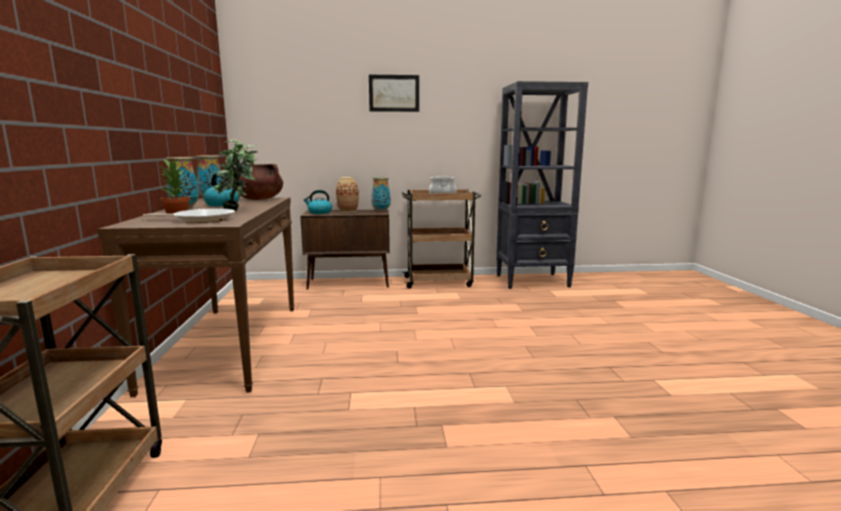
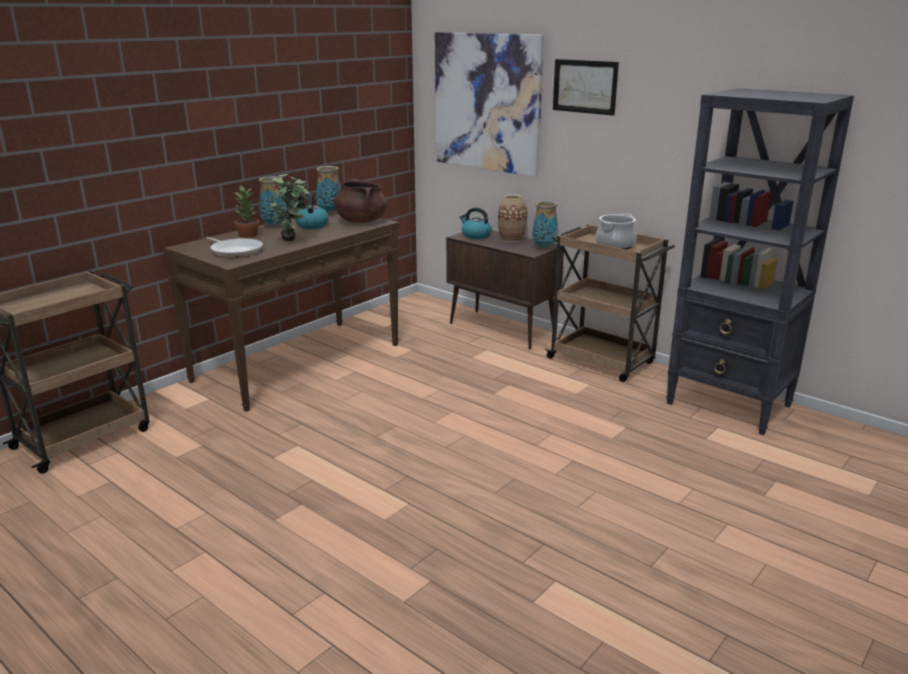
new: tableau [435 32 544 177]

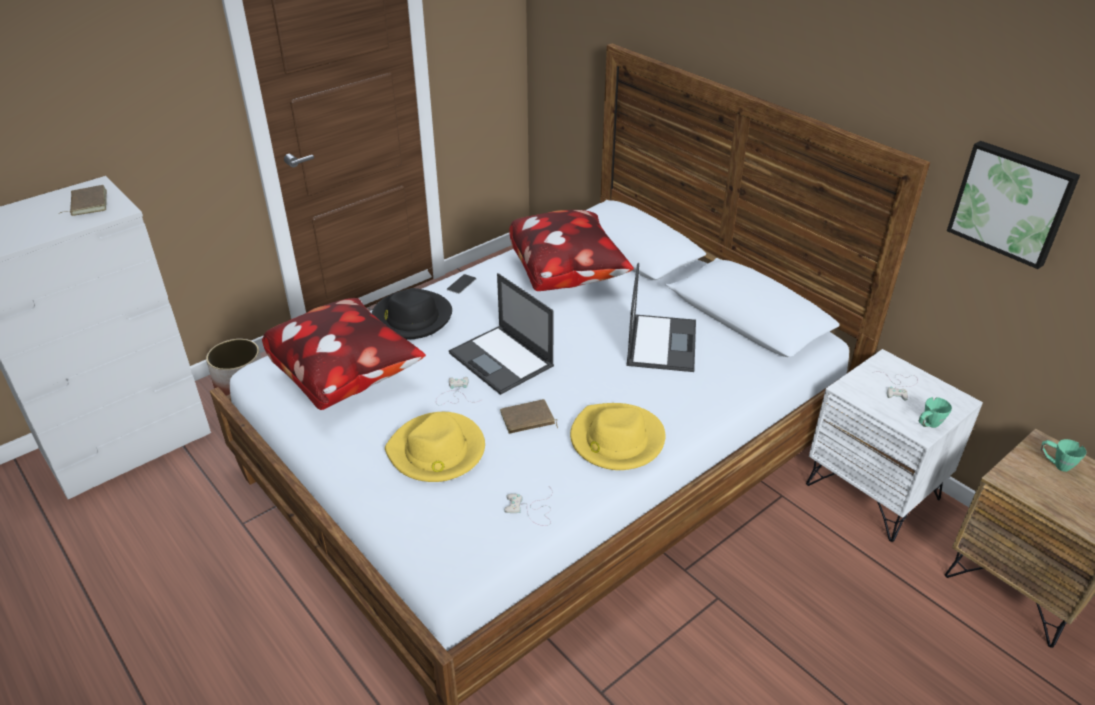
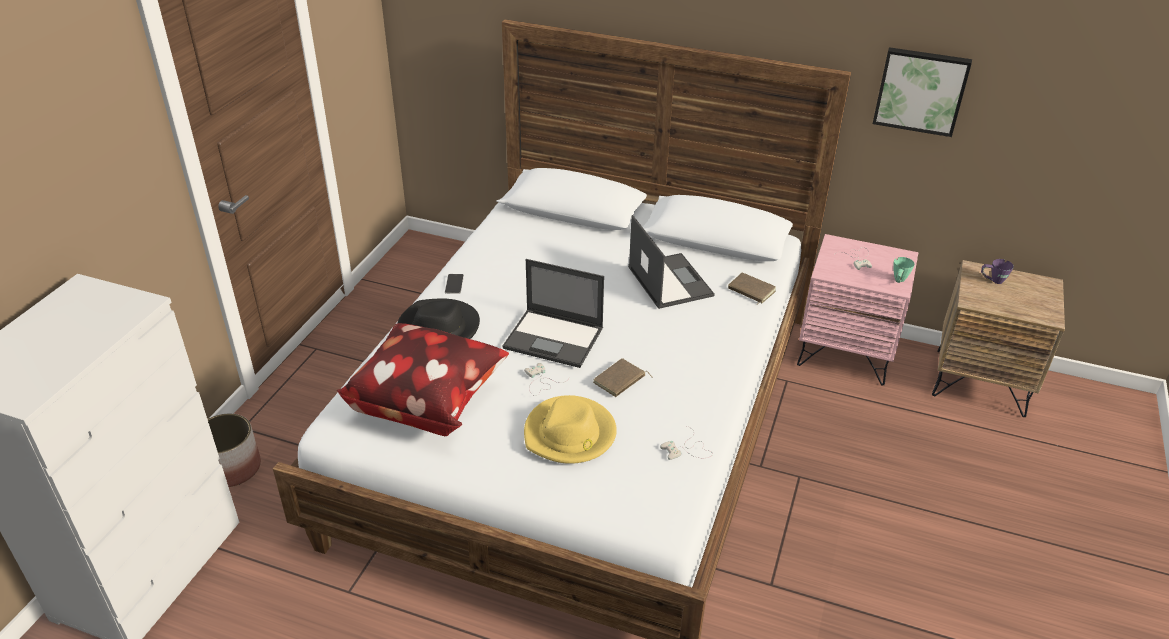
gone: coussin [509 210 634 291]; chapeau/jaune [570 403 666 470]
shifted: livre/marron [60 185 107 216] to [728 273 776 305]
repainted: table de chevet/blanc [806 349 983 542] to table de chevet/rose [797 234 918 385]; mug/vert [1041 439 1087 472] to mug/violet [981 259 1014 284]

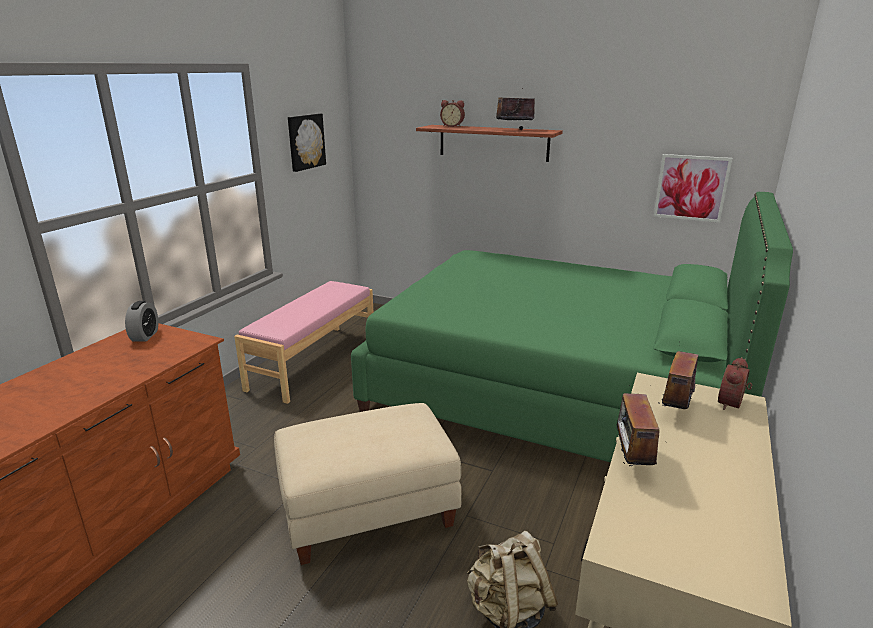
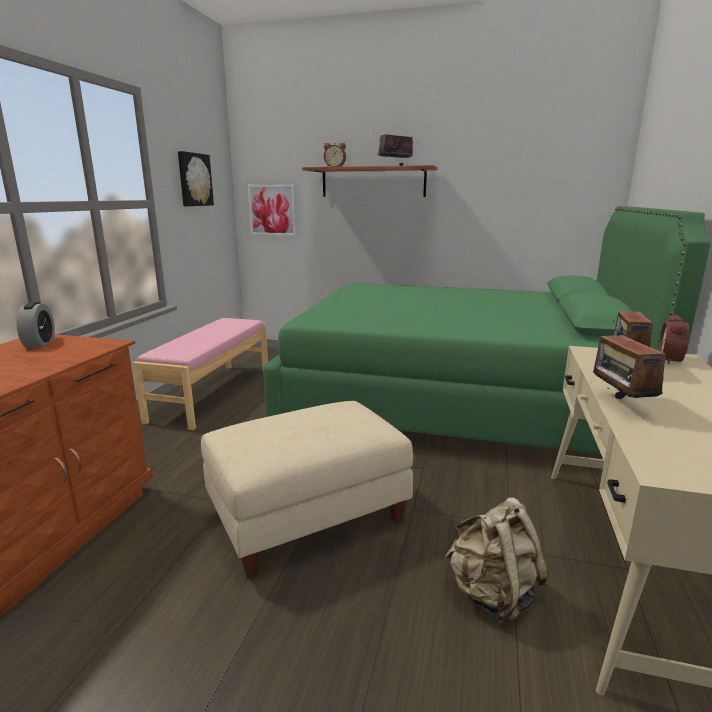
shifted: tableau [654 154 732 223] to [248 185 296 236]

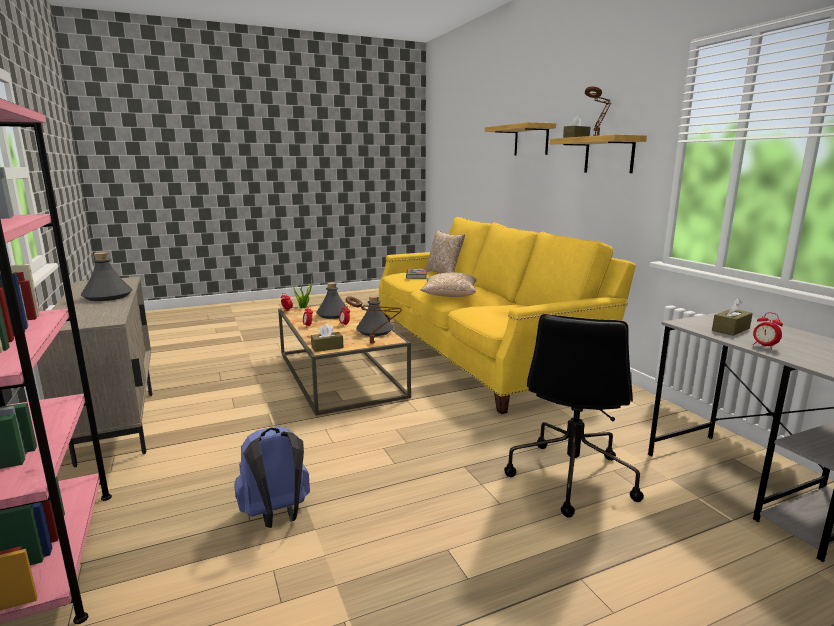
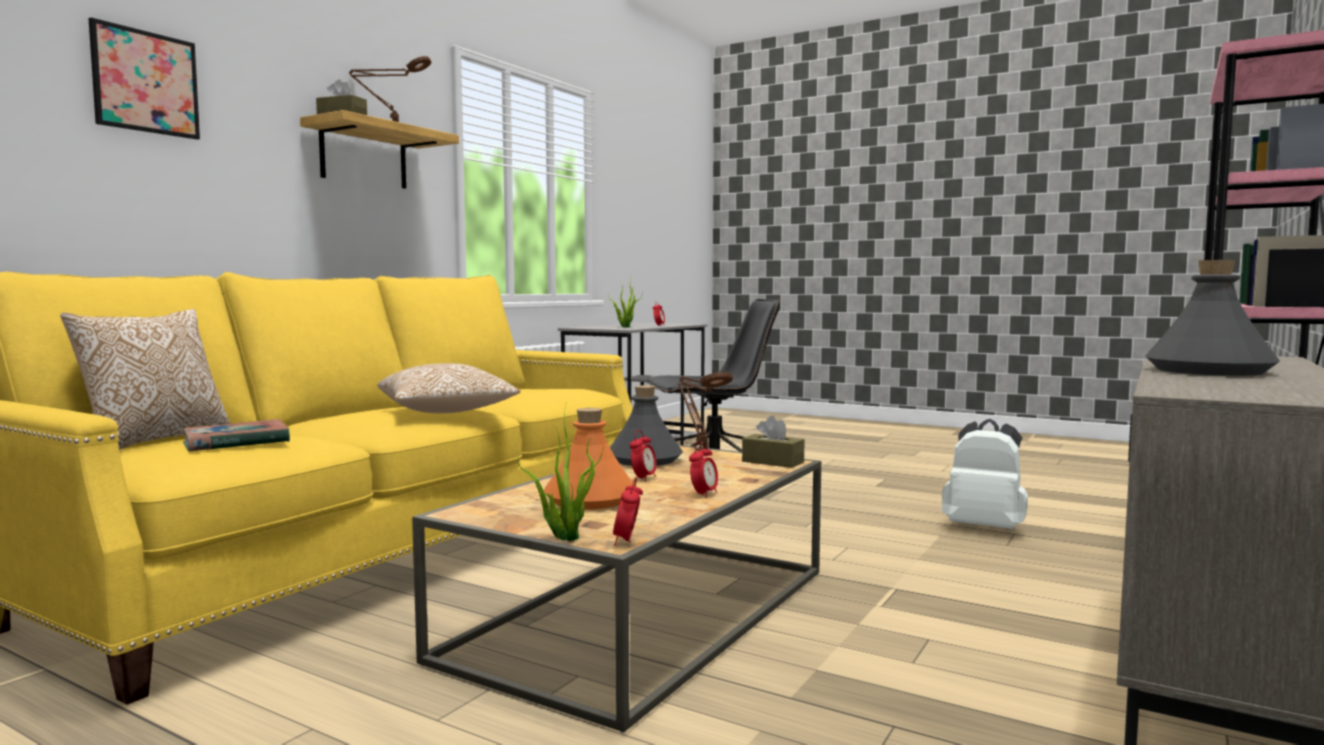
swapped: étagère [485 122 556 156] to tableau [89 18 200 140]; boîte à mouchoirs/marron [712 298 753 336] to plante en pot [608 279 643 328]
repainted: sac à dos/bleu [234 426 310 528] to sac à dos/blanc [942 419 1028 529]; bouteille/gris [316 282 347 319] to bouteille/orange [544 408 636 509]

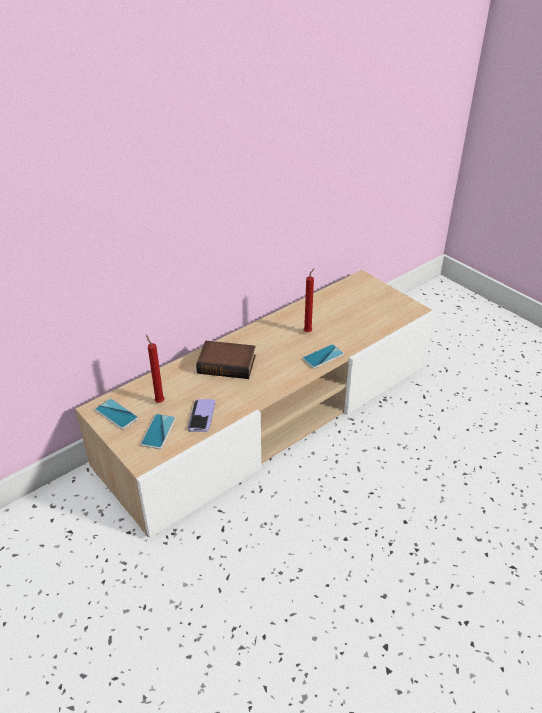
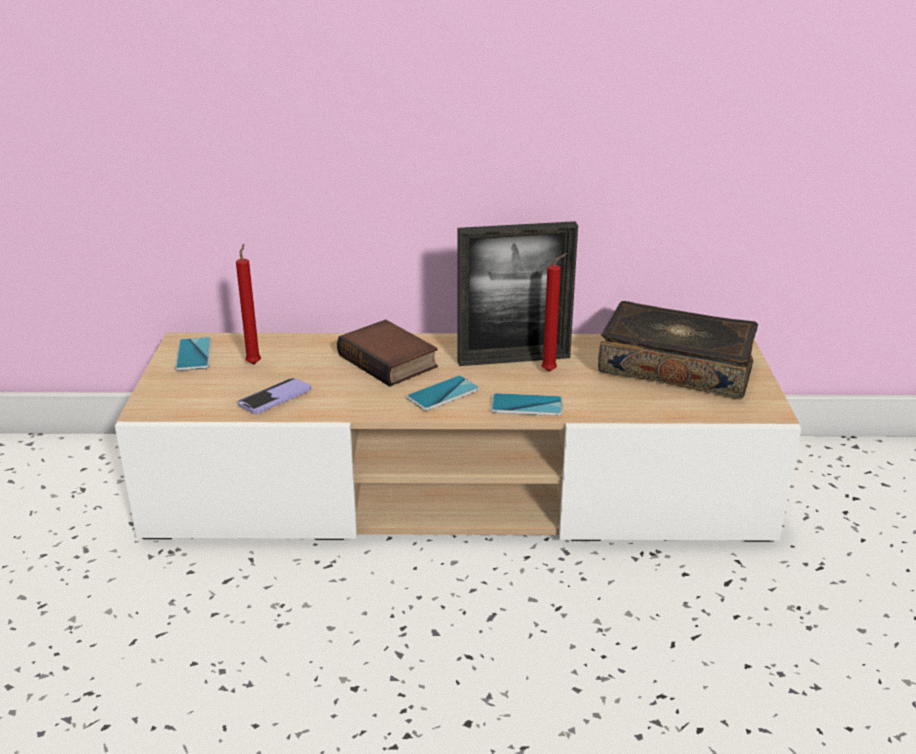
new: cadre photo [457 221 578 366]; livre [598 301 758 399]
shifted: téléphone [140 414 176 449] to [406 375 480 411]

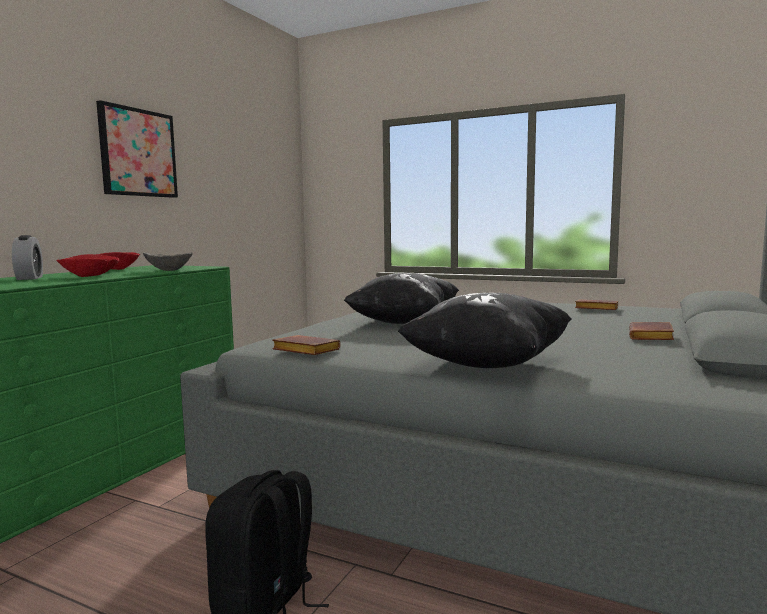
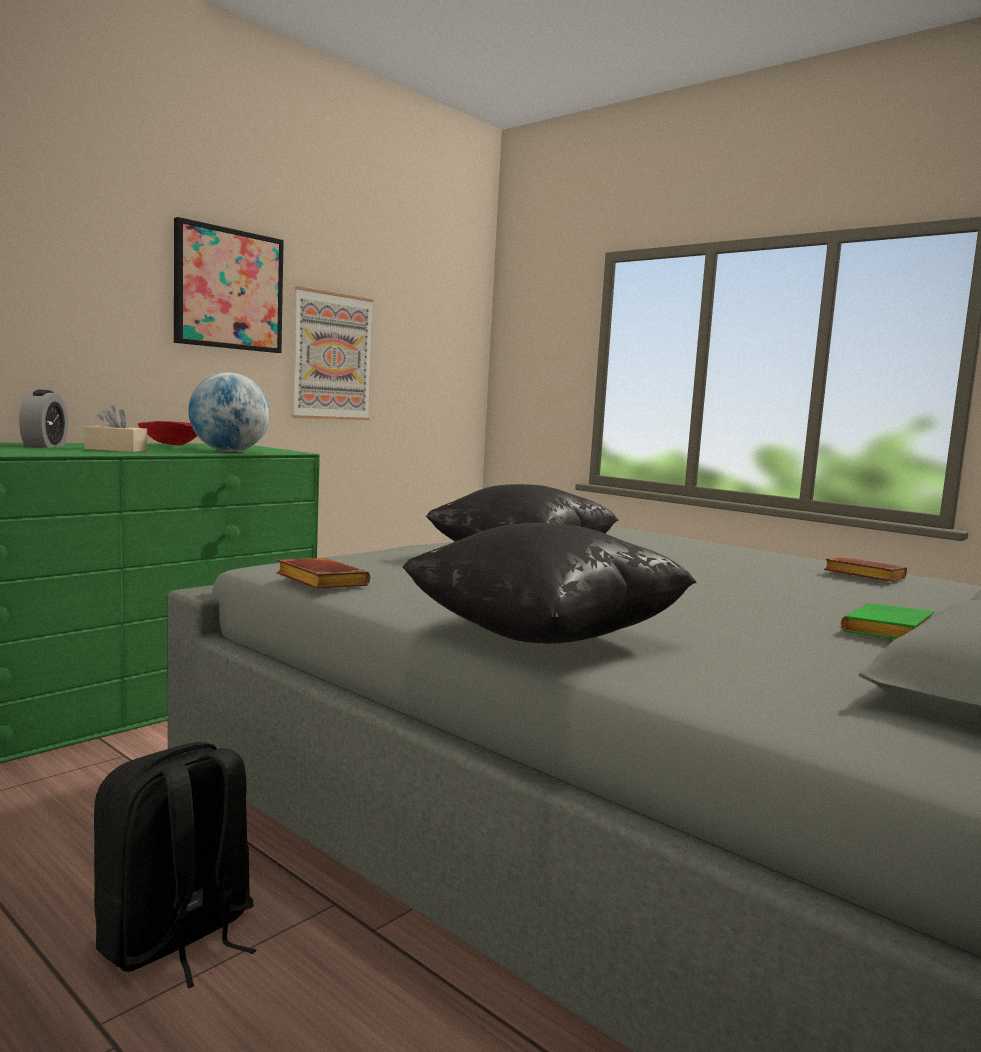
new: tableau [293 286 374 420]
swapped: bol/rouge [56 254 119 277] to boîte à mouchoirs/beige [84 405 147 452]; bol/gris [143 252 193 271] to globe [188 373 270 452]
repainted: livre/marron [629 322 674 340] to livre/vert [841 603 935 639]

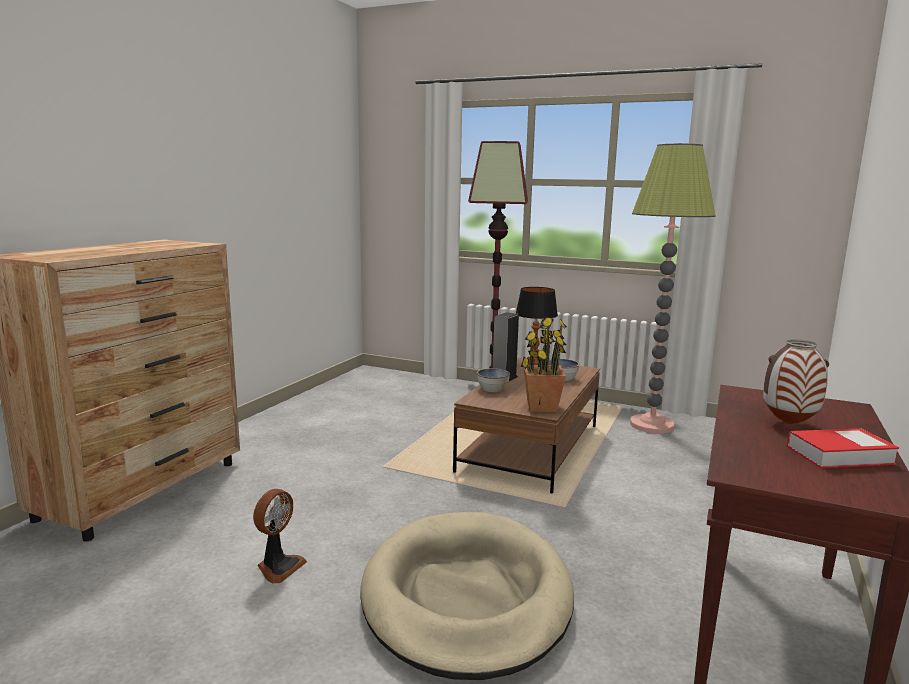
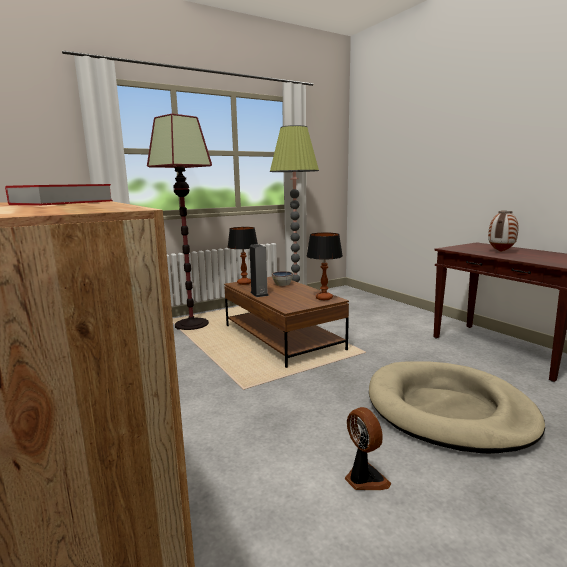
gone: bol [477 368 510 392]
shifted: livre [787 428 899 468] to [5 184 113 205]
swapped: plante en pot [521 317 567 412] to lampe de table [306 233 343 300]

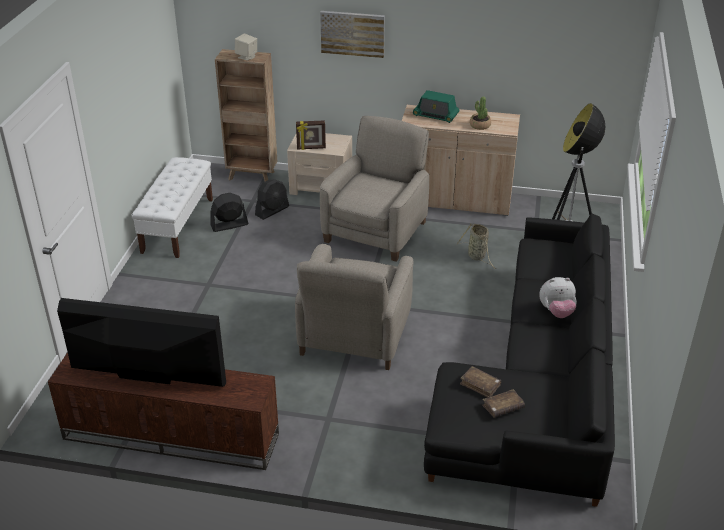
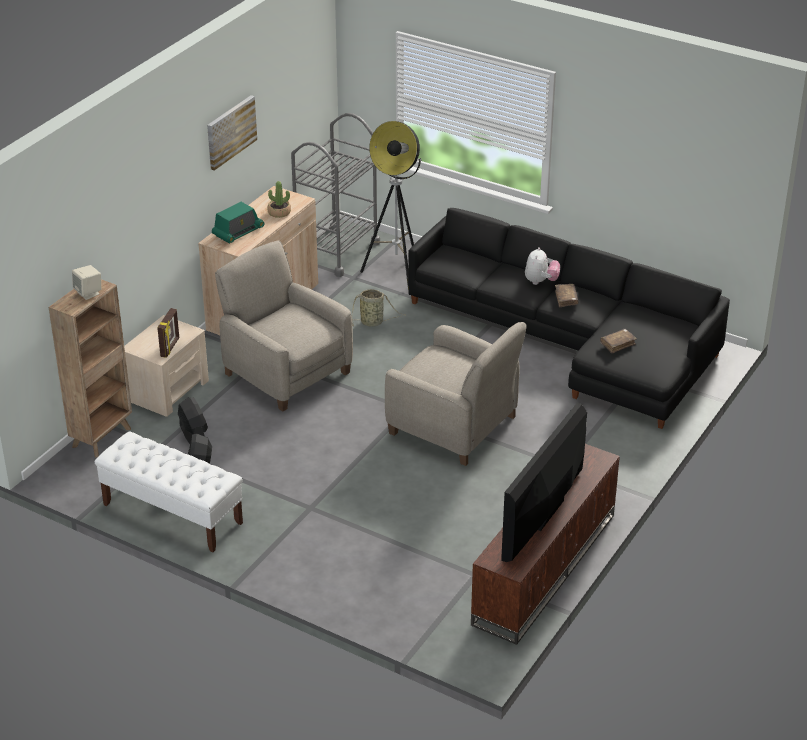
new: chariot/gris [291 113 380 277]
shifted: tableau [320 11 385 58] to [207 95 257 171]; livre/marron [482 389 525 418] to [555 284 579 307]

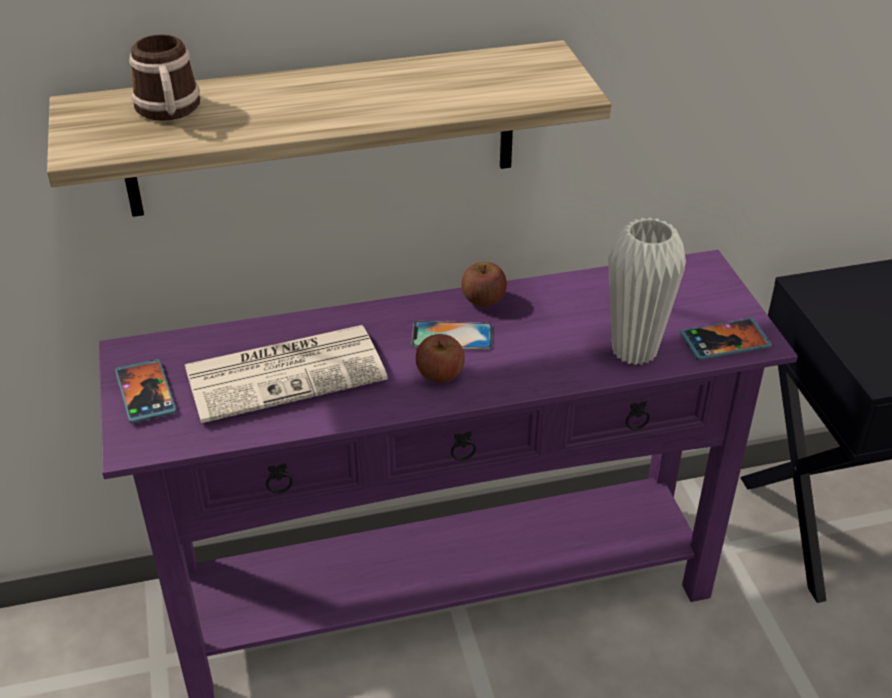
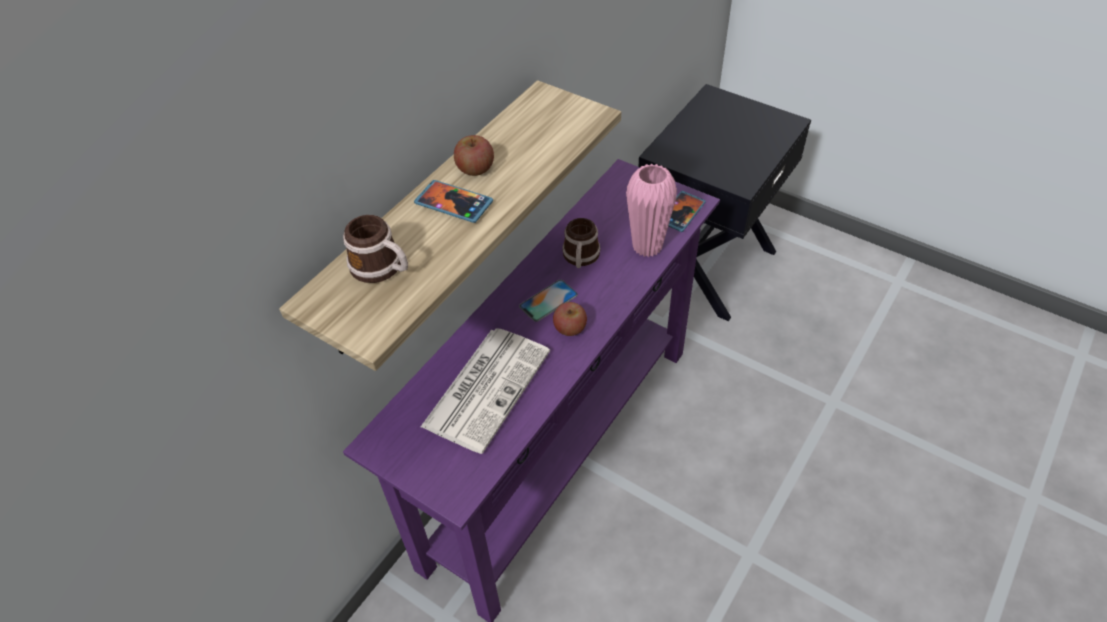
new: mug [562 218 600 268]
shifted: téléphone [115 359 177 423] to [414 180 493 223]; pomme [461 262 507 307] to [454 135 494 176]
repainted: vase/blanc [608 217 686 365] to vase/rose [626 164 677 257]

